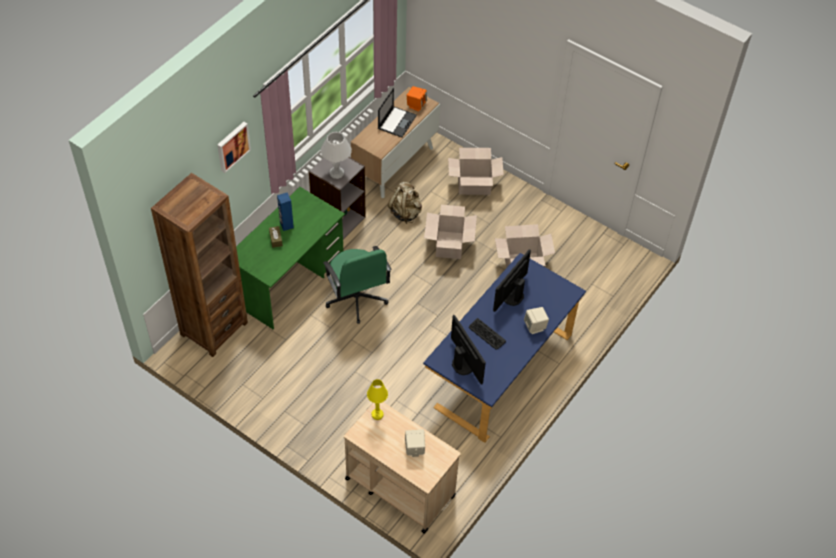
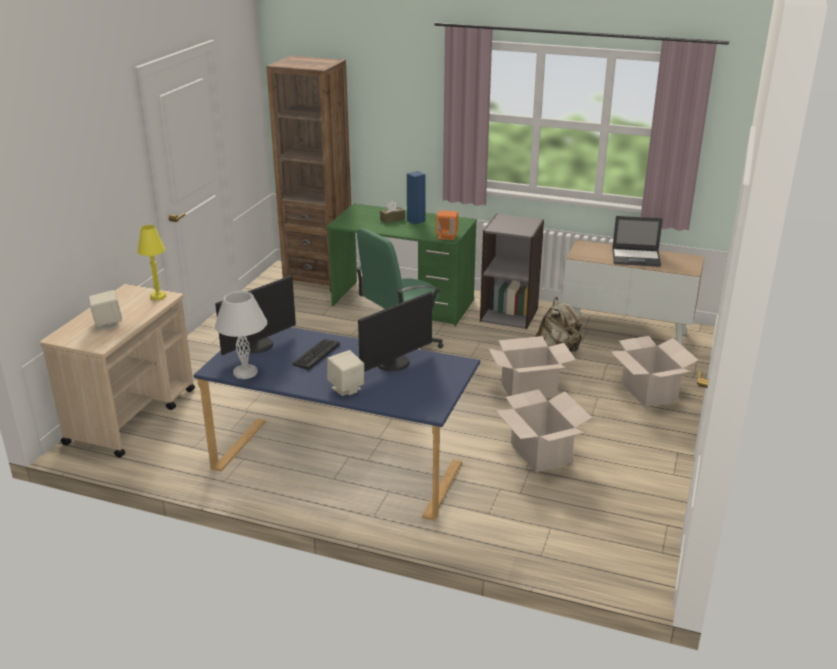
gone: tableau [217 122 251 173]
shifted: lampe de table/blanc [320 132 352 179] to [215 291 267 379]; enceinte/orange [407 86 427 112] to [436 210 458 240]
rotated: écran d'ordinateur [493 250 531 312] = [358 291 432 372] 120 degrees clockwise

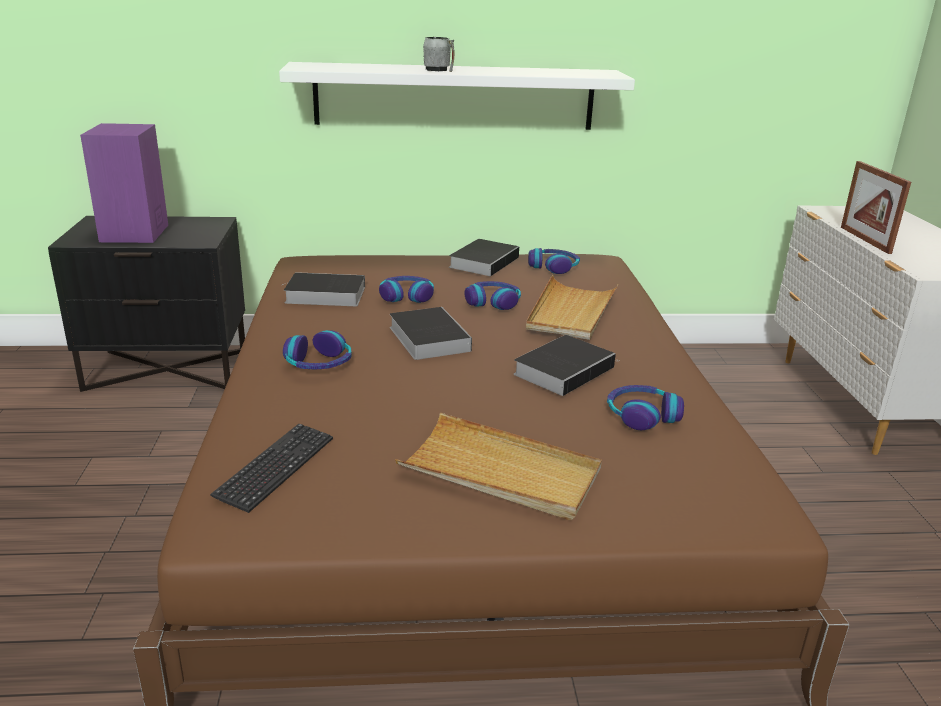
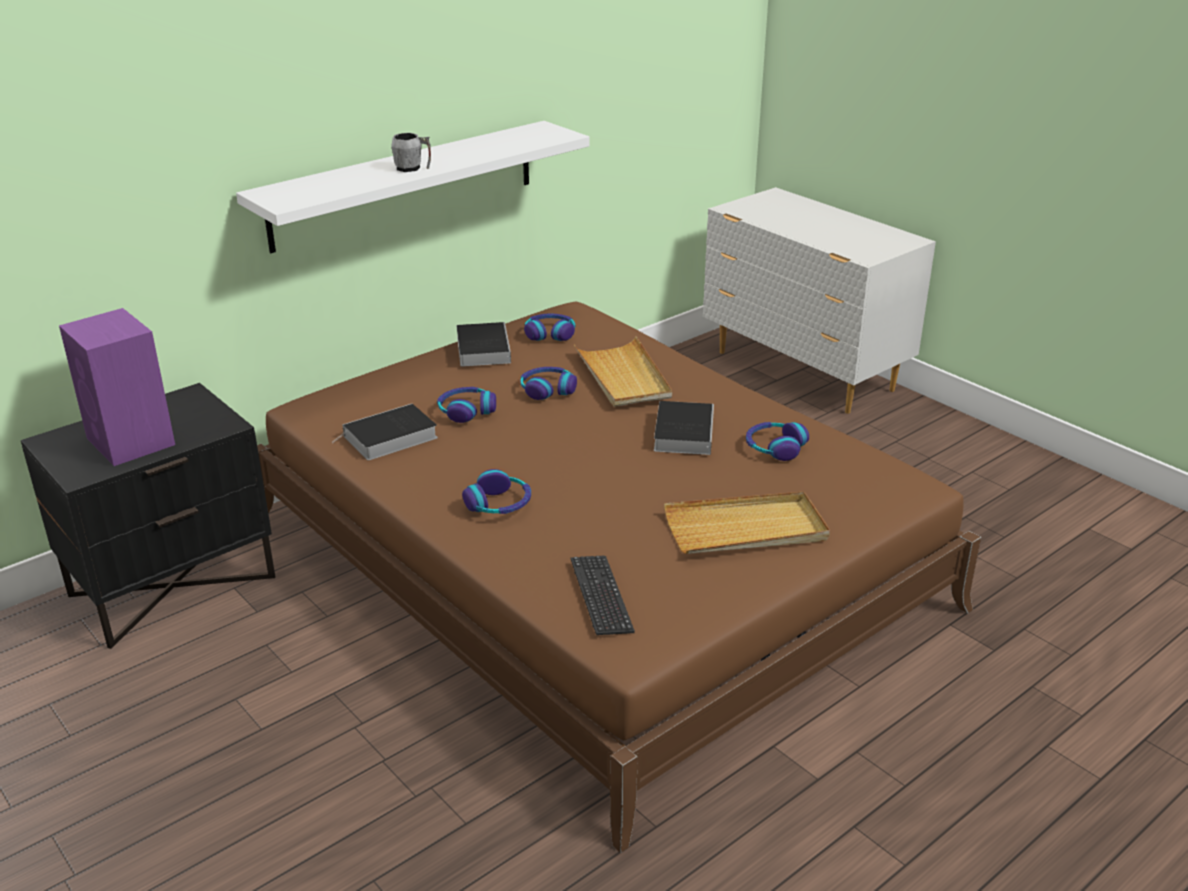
gone: livre [390 307 472 360]; cadre photo [841 161 911 254]

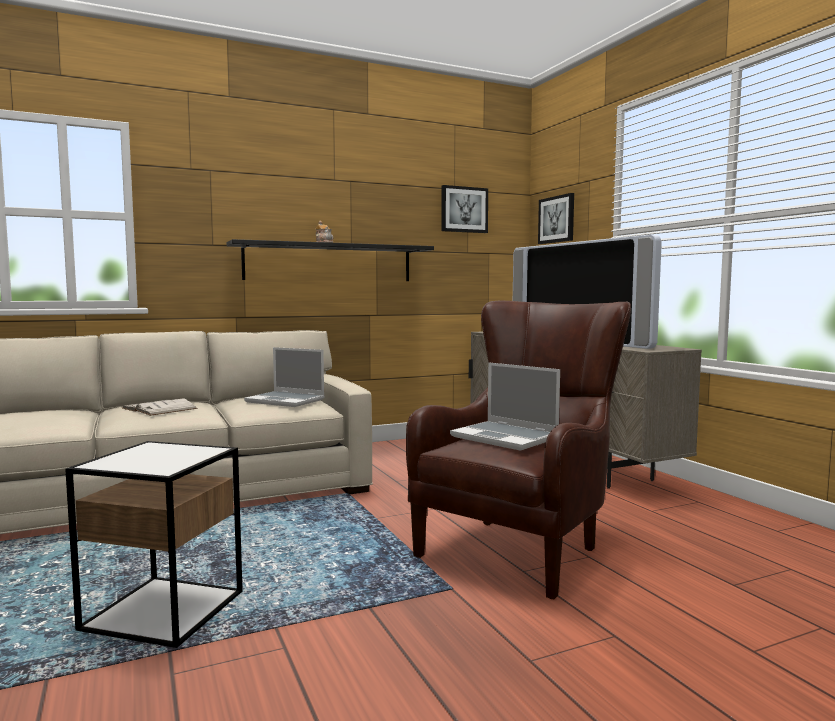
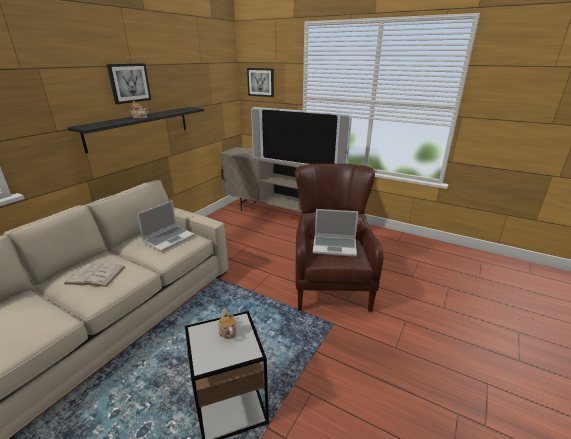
new: théière [218 308 236 339]
shifted: tableau [441 185 488 233] to [107 63 151 104]
rotated: ordinateur portable [244 347 325 407] = [137 200 195 252] 45 degrees counterclockwise

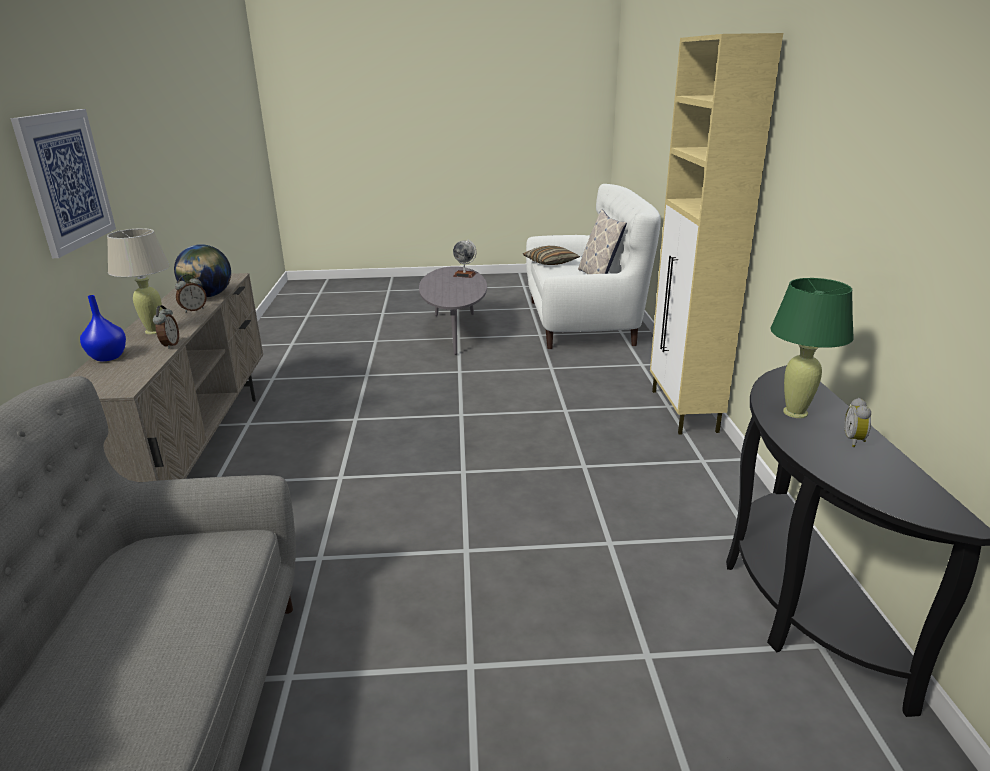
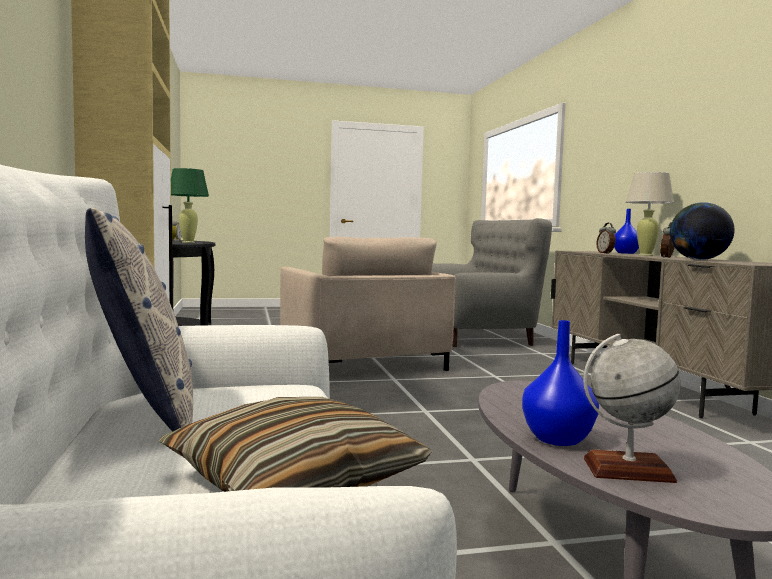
gone: tableau [10 109 116 258]
new: fauteuil/beige [280 237 456 371]; vase/bleu [522 320 599 446]

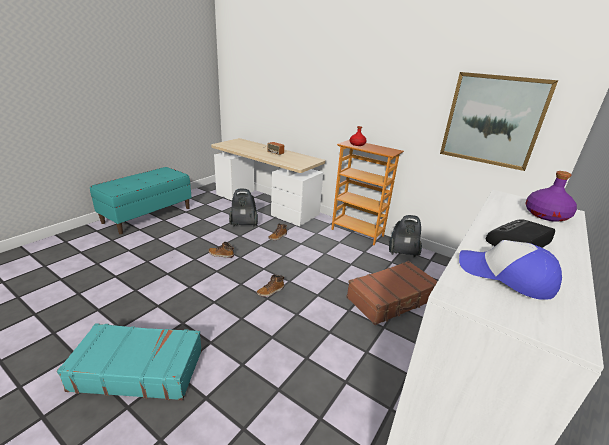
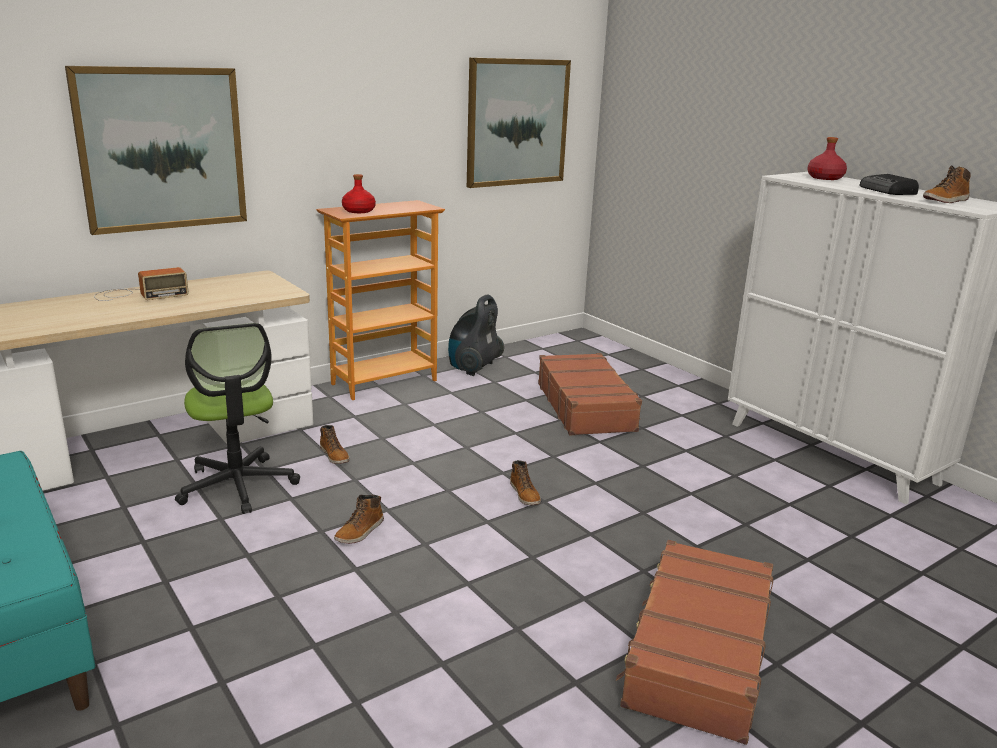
new: tableau [65 66 247 235]
swapped: aspirateur [229 189 258 227] to chaise de bureau [175 323 300 514]; casquette [459 240 562 300] to botte [923 165 971 203]
repainted: valise/turquoise [57 323 202 400] to valise/marron [616 540 773 745]; bouteille/violet [525 171 577 222] to bouteille/rouge [807 137 847 180]

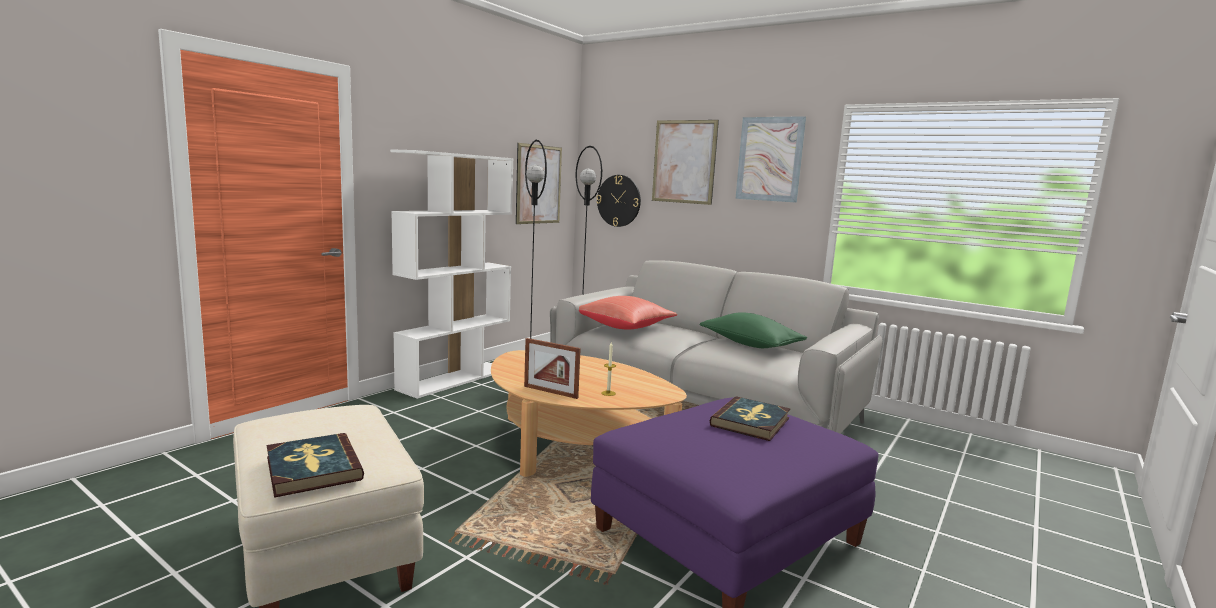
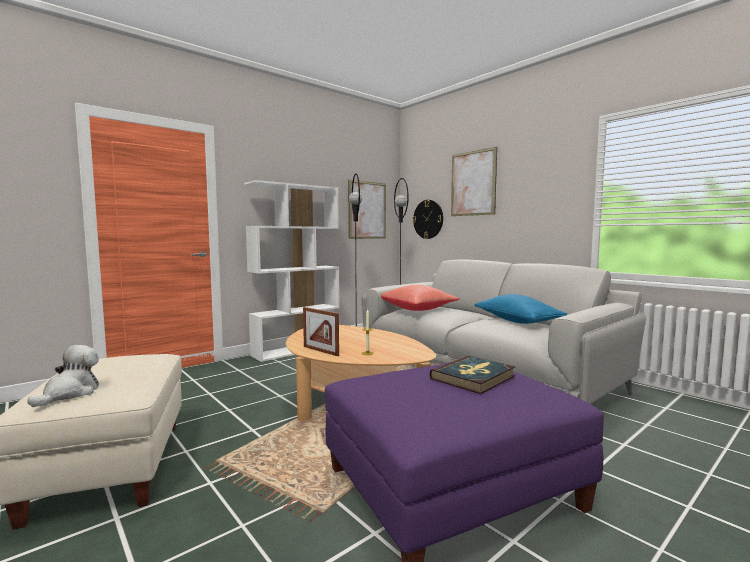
gone: tableau [735 116 806 203]
swapped: livre [267 433 364 498] to peluche [27 345 99 407]
repainted: coussin/vert [700 312 807 348] to coussin/bleu [474 294 567 324]

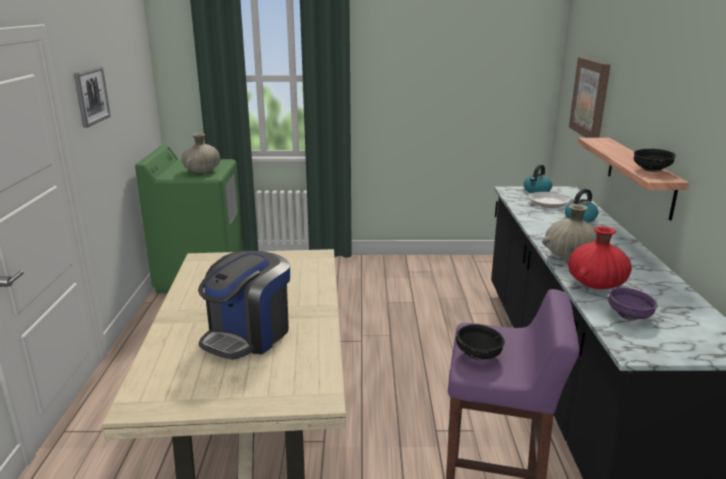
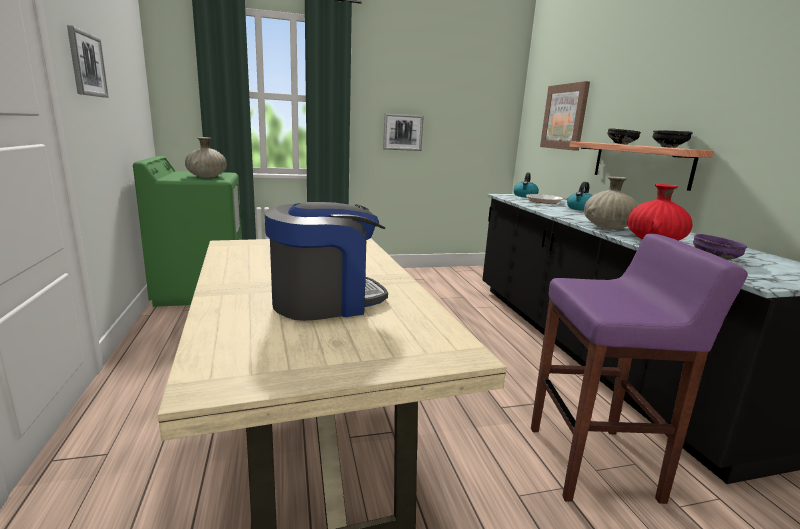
new: tableau [383 113 424 151]
shifted: bol/noir [456 324 505 360] to [607 128 641 145]
rotated: machine à café [198 251 290 360] = [265 202 388 321] 135 degrees counterclockwise

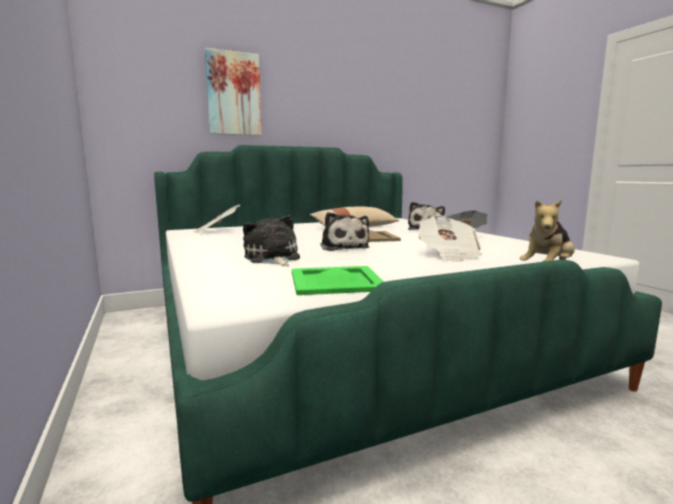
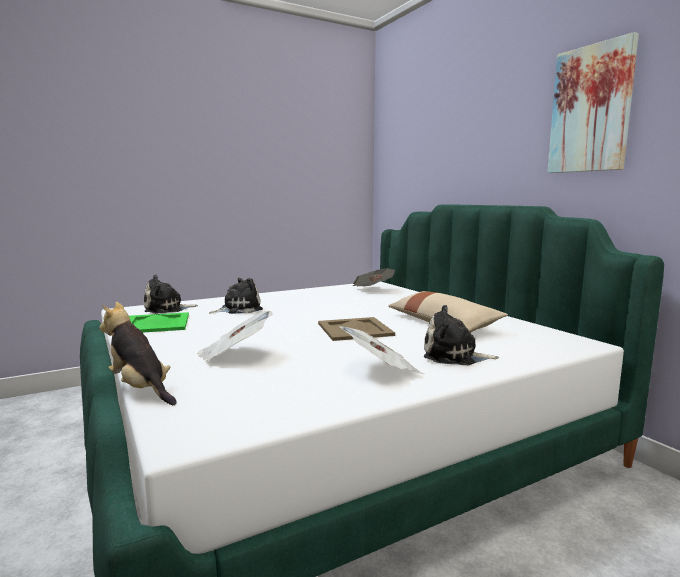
shifted: tableau [205 48 262 136] to [547 32 639 173]; peluche [320 212 369 251] to [143 275 198 314]

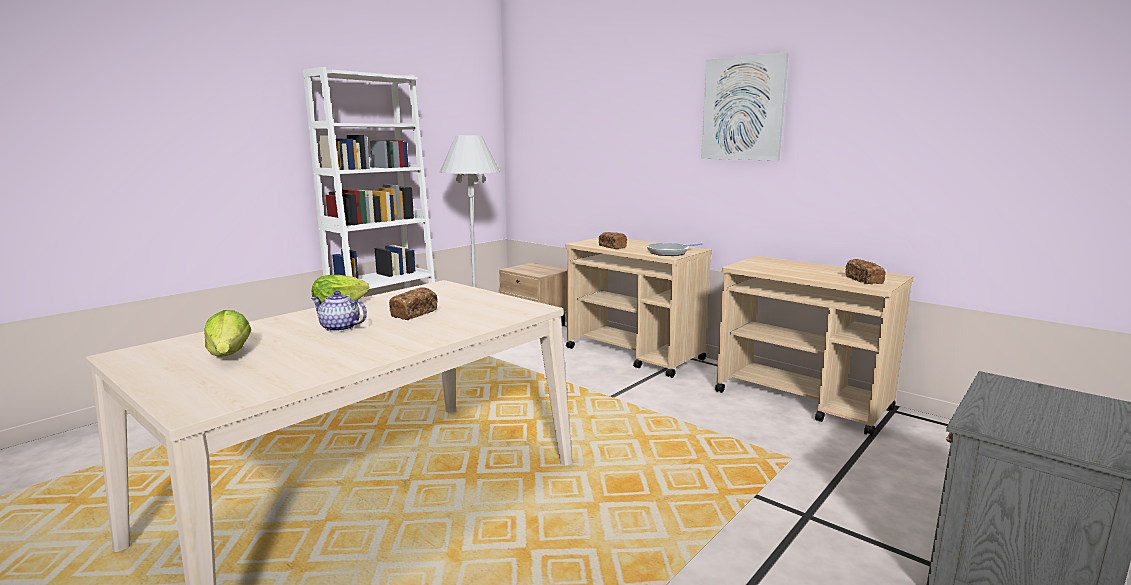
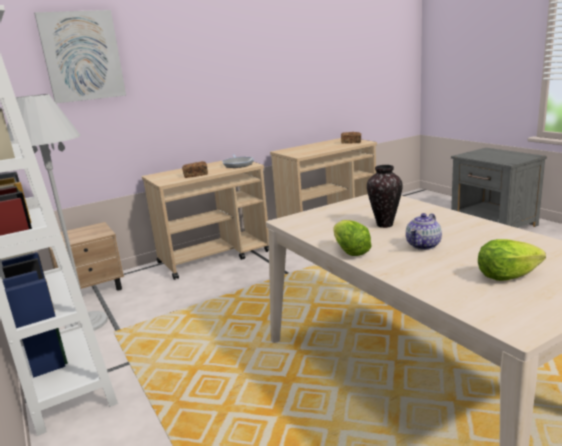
shifted: tableau [701 52 789 161] to [34 10 126 103]
swapped: pain [389 288 438 320] to vase [367 165 403 228]

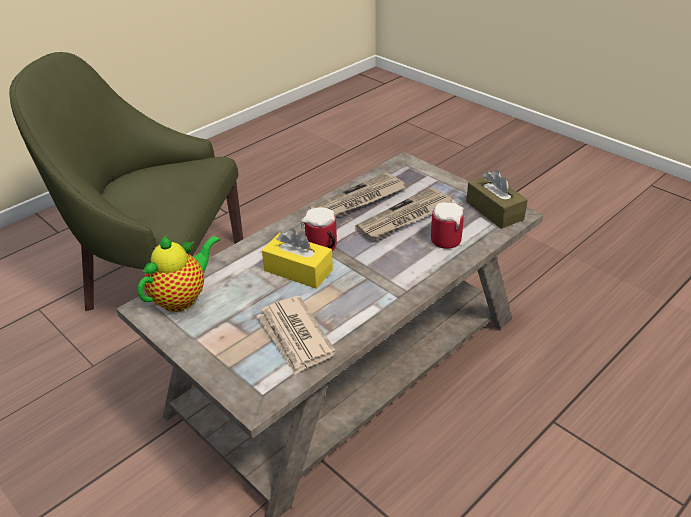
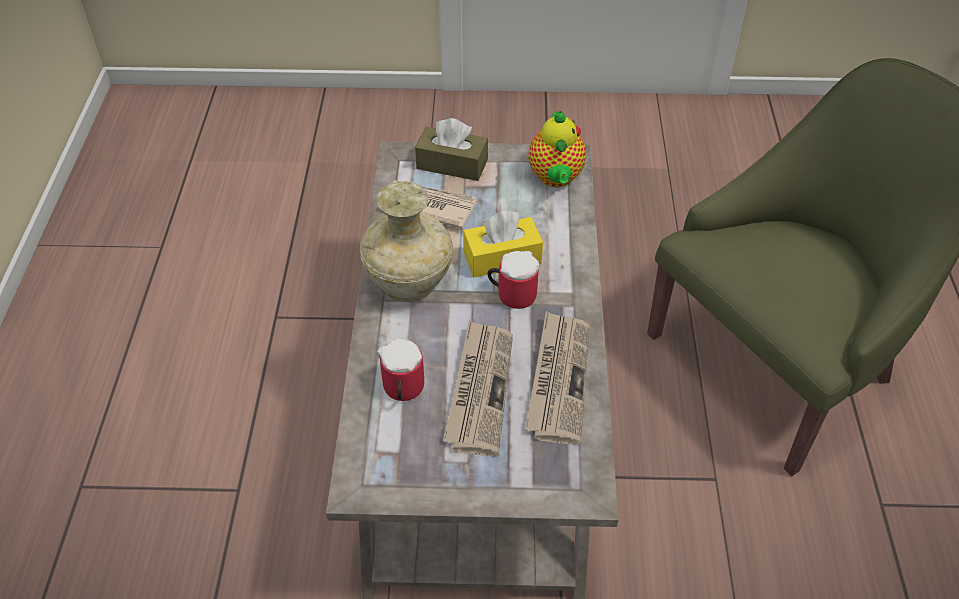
new: vase/beige [360 181 453 302]
shifted: boîte à mouchoirs/marron [466 170 528 229] to [415 118 488 181]

